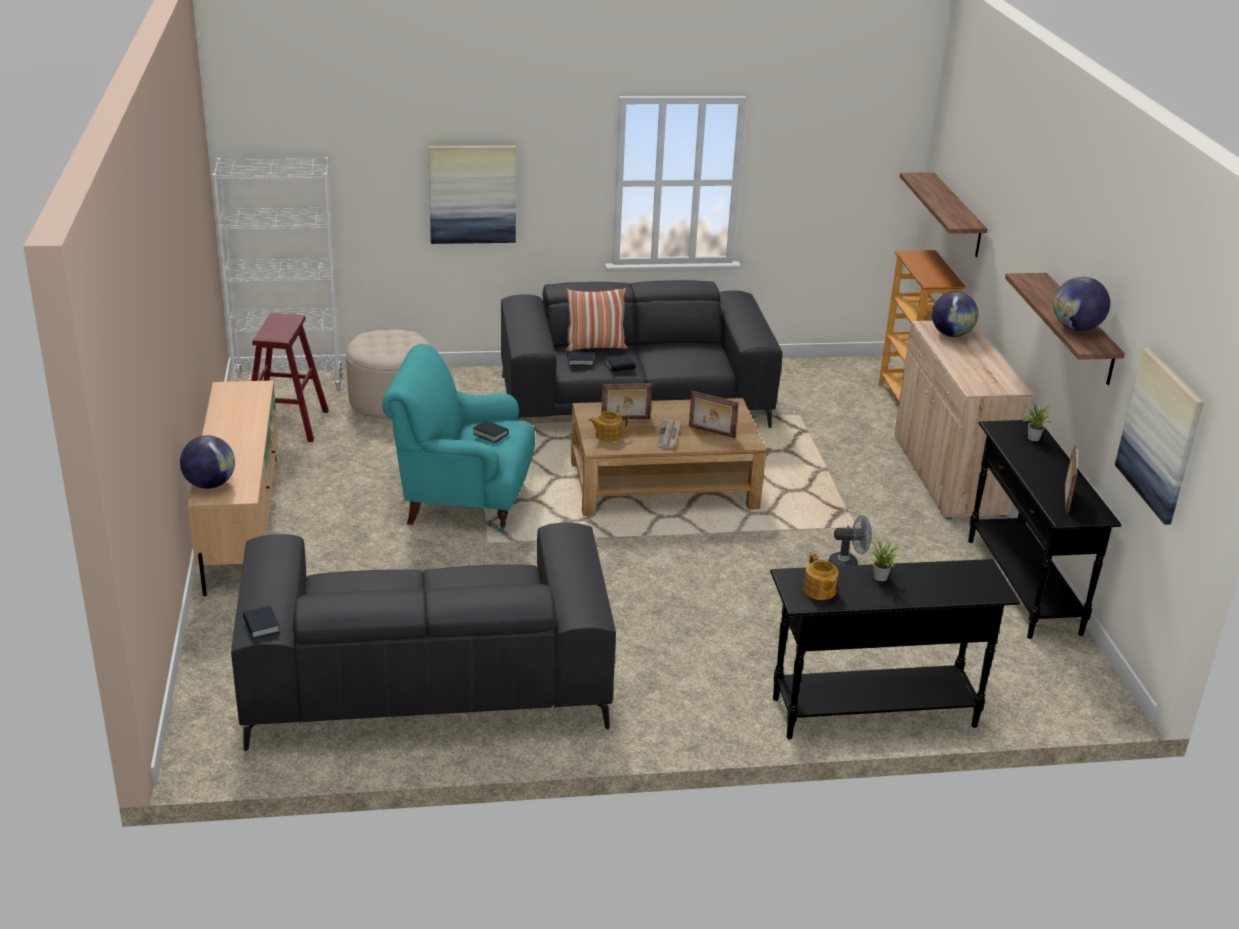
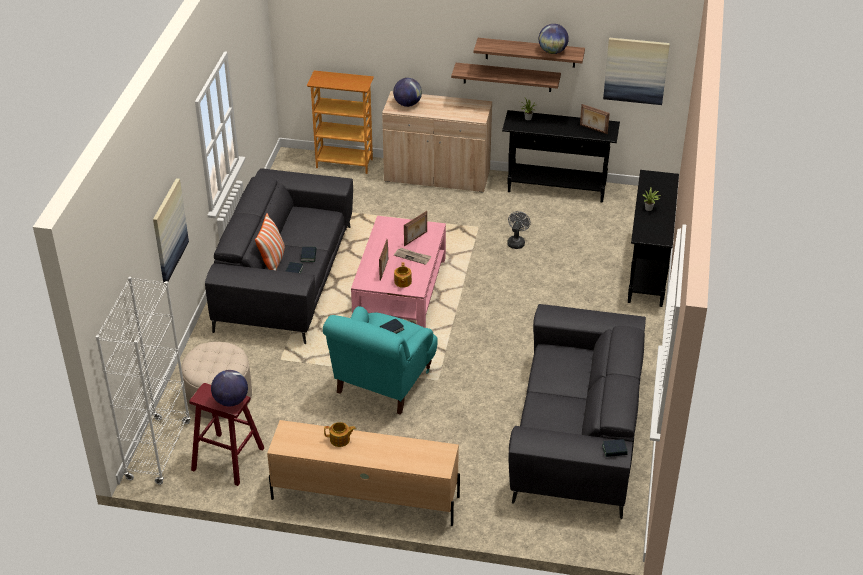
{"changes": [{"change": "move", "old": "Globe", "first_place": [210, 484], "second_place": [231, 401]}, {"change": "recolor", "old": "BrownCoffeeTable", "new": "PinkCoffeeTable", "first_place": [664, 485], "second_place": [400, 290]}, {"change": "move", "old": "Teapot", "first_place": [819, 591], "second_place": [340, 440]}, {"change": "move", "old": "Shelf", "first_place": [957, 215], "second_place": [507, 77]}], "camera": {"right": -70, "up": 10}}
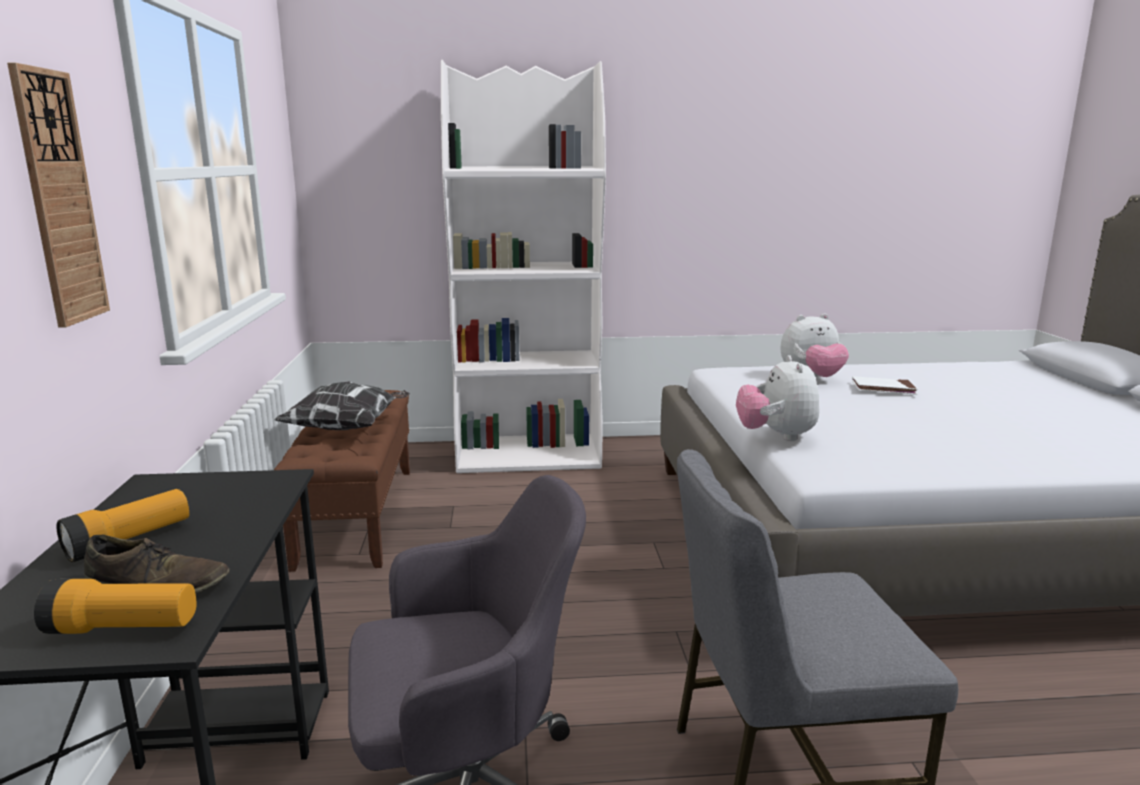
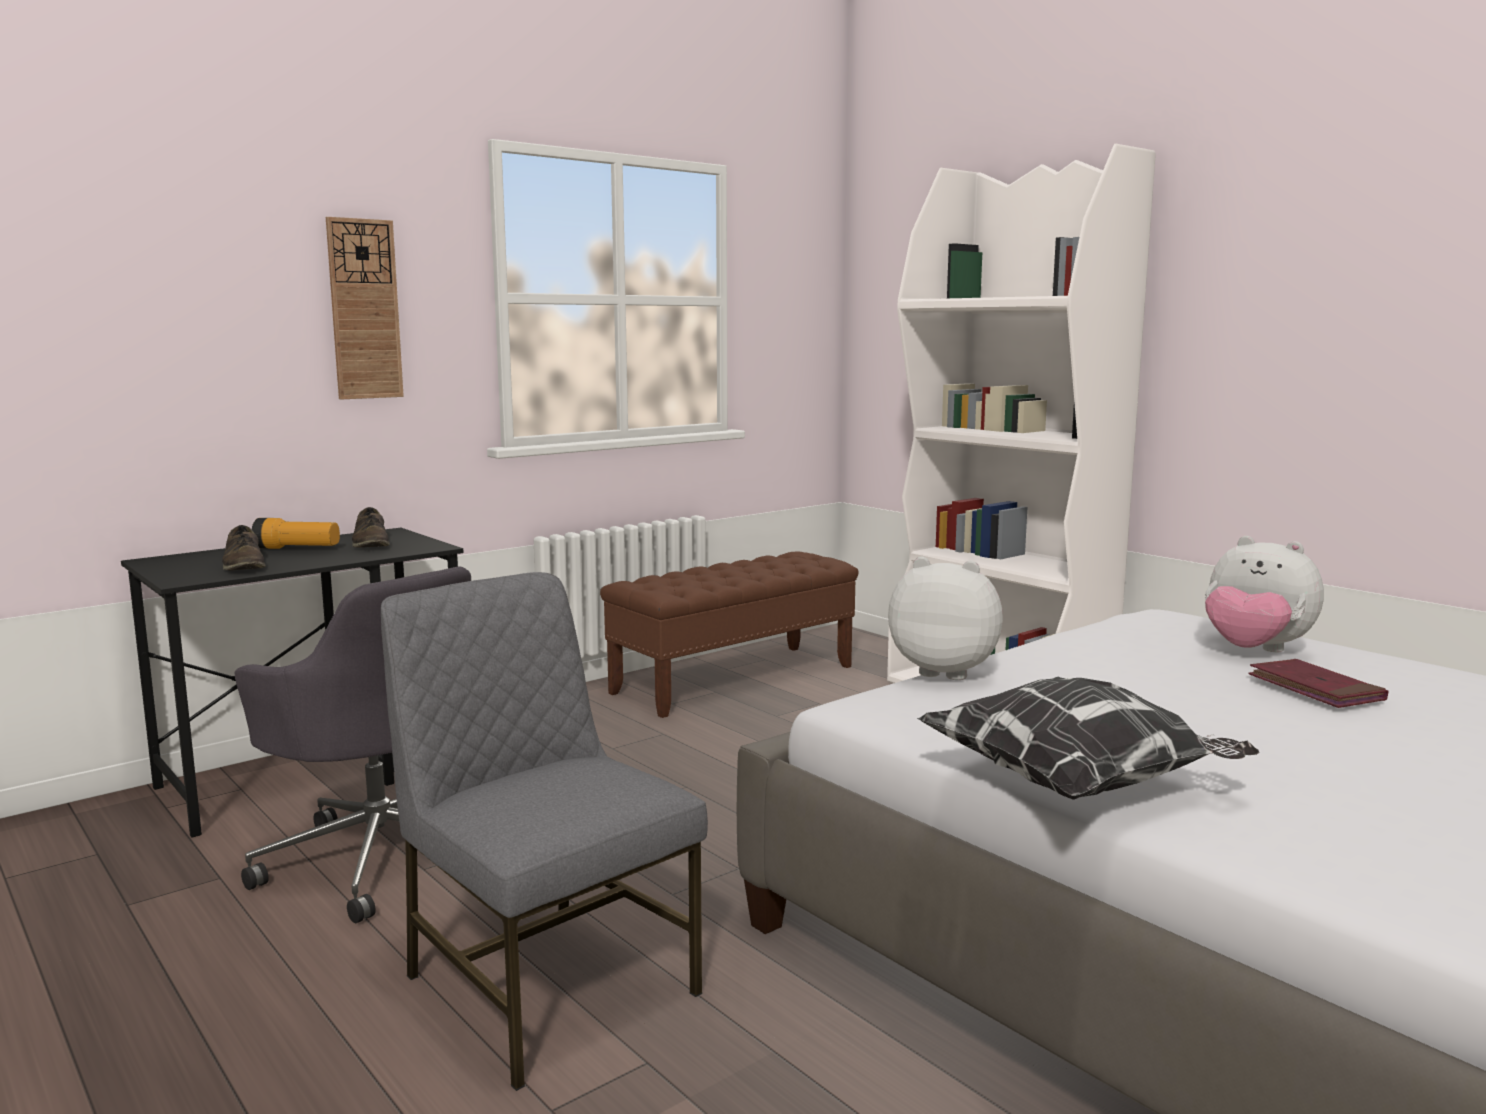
{"changes": [{"change": "delete", "old": "Flashlight", "first_place": [122, 628]}, {"change": "move", "old": "Pillow", "first_place": [348, 428], "second_place": [1079, 787]}, {"change": "rotate", "old": "PlushToy", "first_place": [776, 436], "second_place": [946, 671], "degrees": 60}, {"change": "recolor", "old": "WhiteBook", "new": "RedBook", "first_place": [883, 389], "second_place": [1315, 689]}, {"change": "insert", "new": "BrownShoe", "second_place": [371, 543]}], "camera": {"right": 55, "up": -5}}
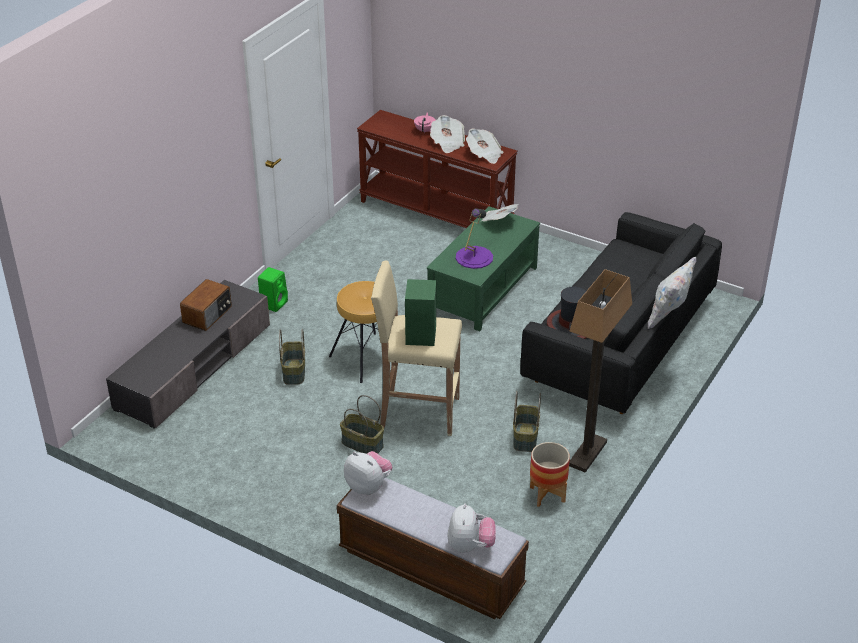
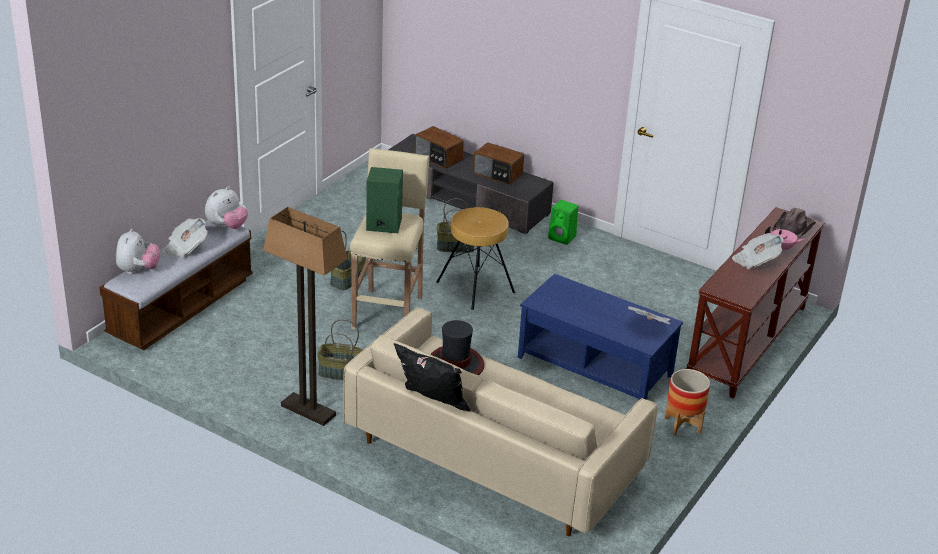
{"changes": [{"change": "recolor", "old": "GreenCoffeeTable", "new": "BlueCoffeeTable", "first_place": [484, 290], "second_place": [594, 366]}, {"change": "rotate", "old": "PlushToy", "first_place": [470, 546], "second_place": [138, 270], "degrees": -90}, {"change": "delete", "old": "PurpleTableLamp", "first_place": [474, 257]}, {"change": "move", "old": "Newspaper", "first_place": [484, 155], "second_place": [185, 248]}, {"change": "recolor", "old": "BlackSofa", "new": "BeigeSofa", "first_place": [618, 343], "second_place": [494, 456]}, {"change": "move", "old": "Planter", "first_place": [547, 494], "second_place": [682, 425]}, {"change": "recolor", "old": "WhitePillow", "new": "BlackPillow", "first_place": [669, 315], "second_place": [431, 406]}, {"change": "insert", "new": "Radio", "second_place": [438, 158]}, {"change": "insert", "new": "BrownHat", "second_place": [793, 228]}], "camera": {"right": 90, "up": -5}}
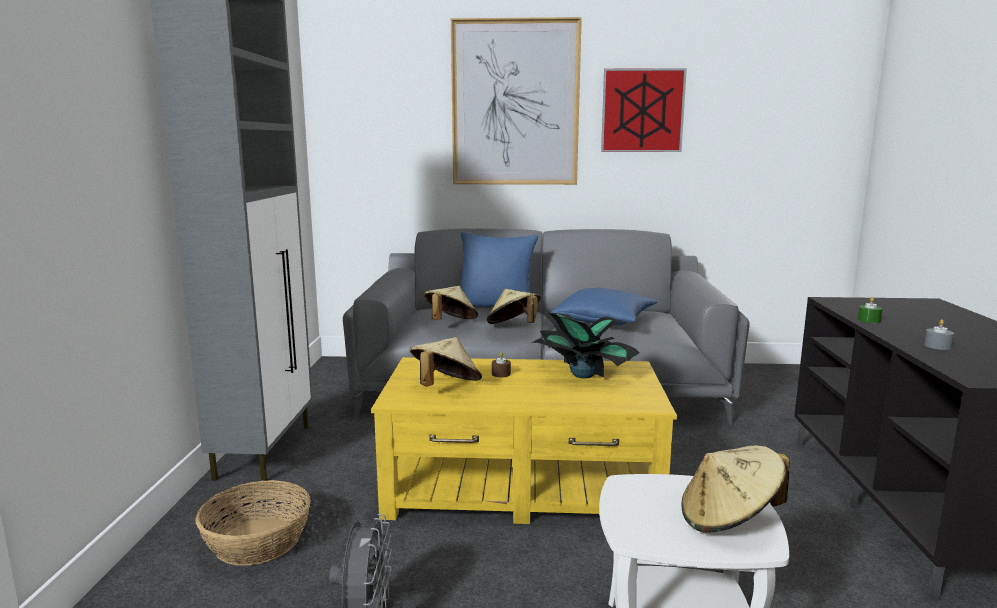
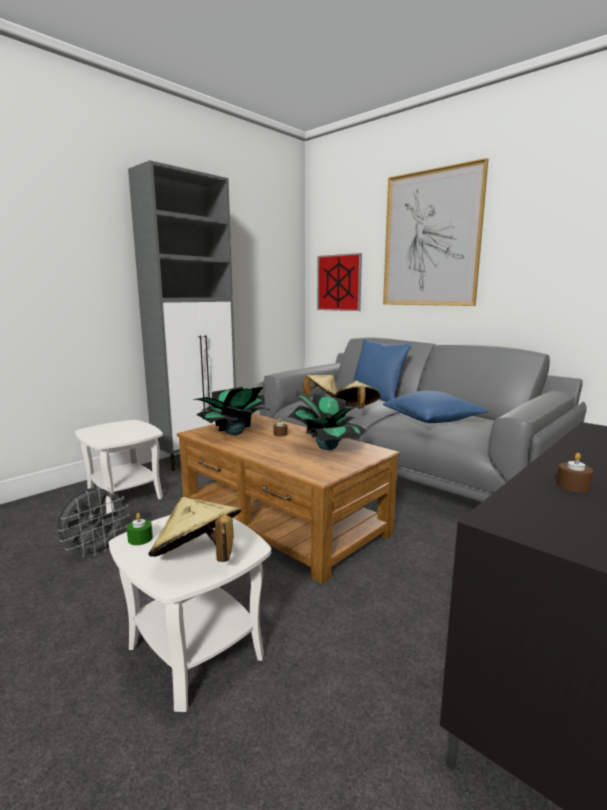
{"changes": [{"change": "replace", "old": "Basket", "new": "WhiteSideTable", "first_place": [258, 541], "second_place": [125, 495]}, {"change": "recolor", "old": "YellowCoffeeTable", "new": "BrownCoffeeTable", "first_place": [523, 486], "second_place": [282, 520]}, {"change": "replace", "old": "BeigeHat", "new": "PottedPlant", "first_place": [445, 387], "second_place": [233, 433]}, {"change": "move", "old": "Picture", "first_place": [642, 110], "second_place": [339, 282]}, {"change": "move", "old": "GreenCandle", "first_place": [869, 320], "second_place": [140, 539]}, {"change": "recolor", "old": "GreyCandle", "new": "BrownCandle", "first_place": [937, 346], "second_place": [573, 486]}], "camera": {"right": 40, "up": 0}}
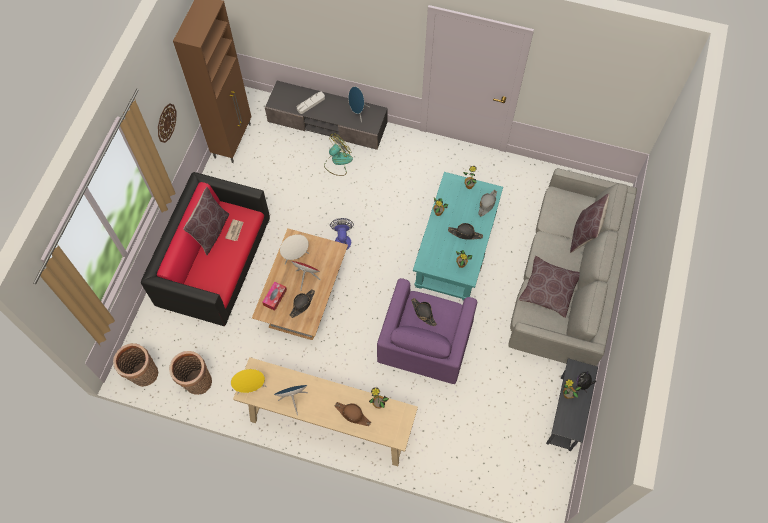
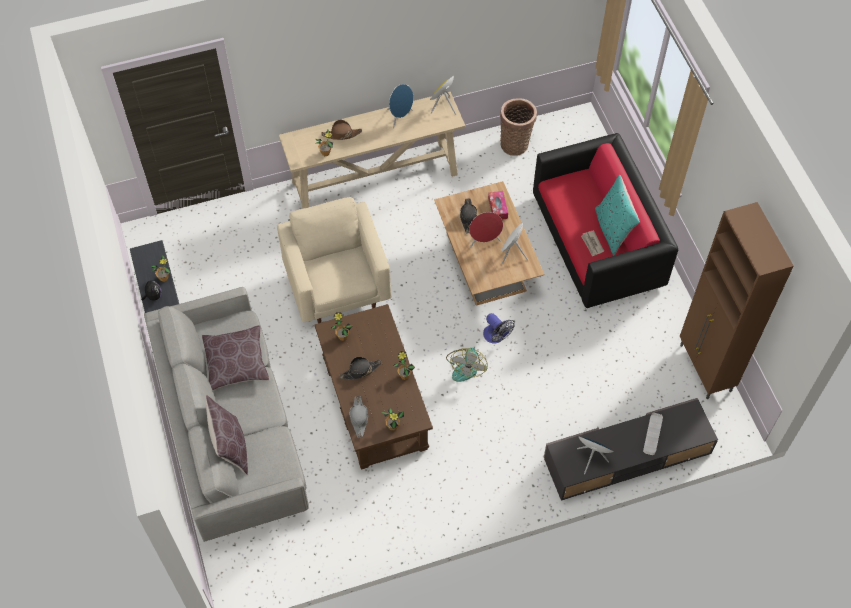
{"changes": [{"change": "delete", "old": "Basket", "first_place": [143, 375]}, {"change": "delete", "old": "WallClock", "first_place": [166, 123]}, {"change": "recolor", "old": "BrownPillow", "new": "TurquoisePillow", "first_place": [211, 232], "second_place": [613, 230]}, {"change": "move", "old": "Fan", "first_place": [338, 161], "second_place": [466, 366]}, {"change": "recolor", "old": "PurpleArmchair", "new": "BeigeArmchair", "first_place": [424, 346], "second_place": [337, 287]}, {"change": "delete", "old": "BlackHat", "first_place": [423, 313]}, {"change": "recolor", "old": "TurquoiseCoffeeTable", "new": "BrownCoffeeTable", "first_place": [455, 248], "second_place": [374, 399]}], "camera": {"right": 145, "up": -5}}
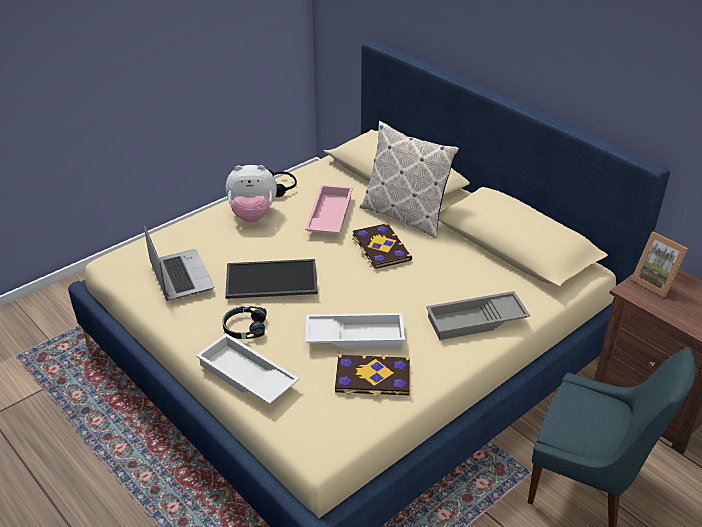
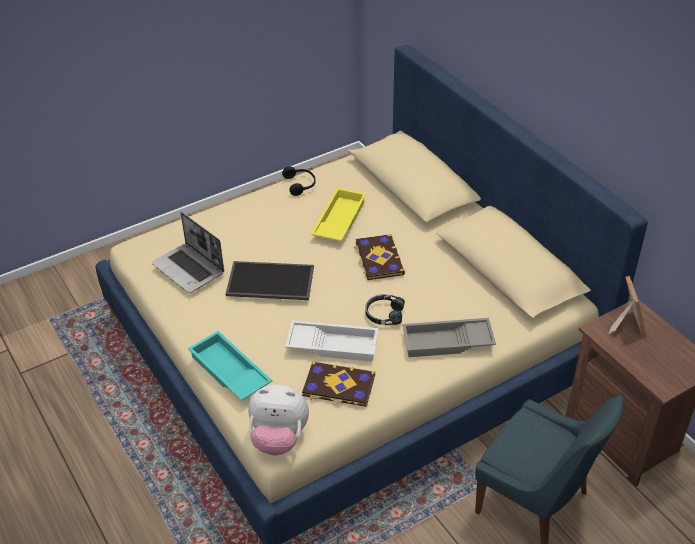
{"changes": [{"change": "rotate", "old": "Laptop", "first_place": [180, 276], "second_place": [189, 269], "degrees": 150}, {"change": "recolor", "old": "WhiteTray", "new": "TurquoiseTray", "first_place": [245, 377], "second_place": [228, 372]}, {"change": "move", "old": "BlackHeadphones", "first_place": [244, 327], "second_place": [384, 314]}, {"change": "move", "old": "PlushToy", "first_place": [252, 215], "second_place": [278, 438]}, {"change": "recolor", "old": "PinkTray", "new": "YellowTray", "first_place": [328, 216], "second_place": [338, 220]}, {"change": "delete", "old": "Pillow", "first_place": [405, 216]}, {"change": "rotate", "old": "PictureFrame", "first_place": [655, 282], "second_place": [626, 324], "degrees": -150}], "camera": {"right": 10, "up": 5}}
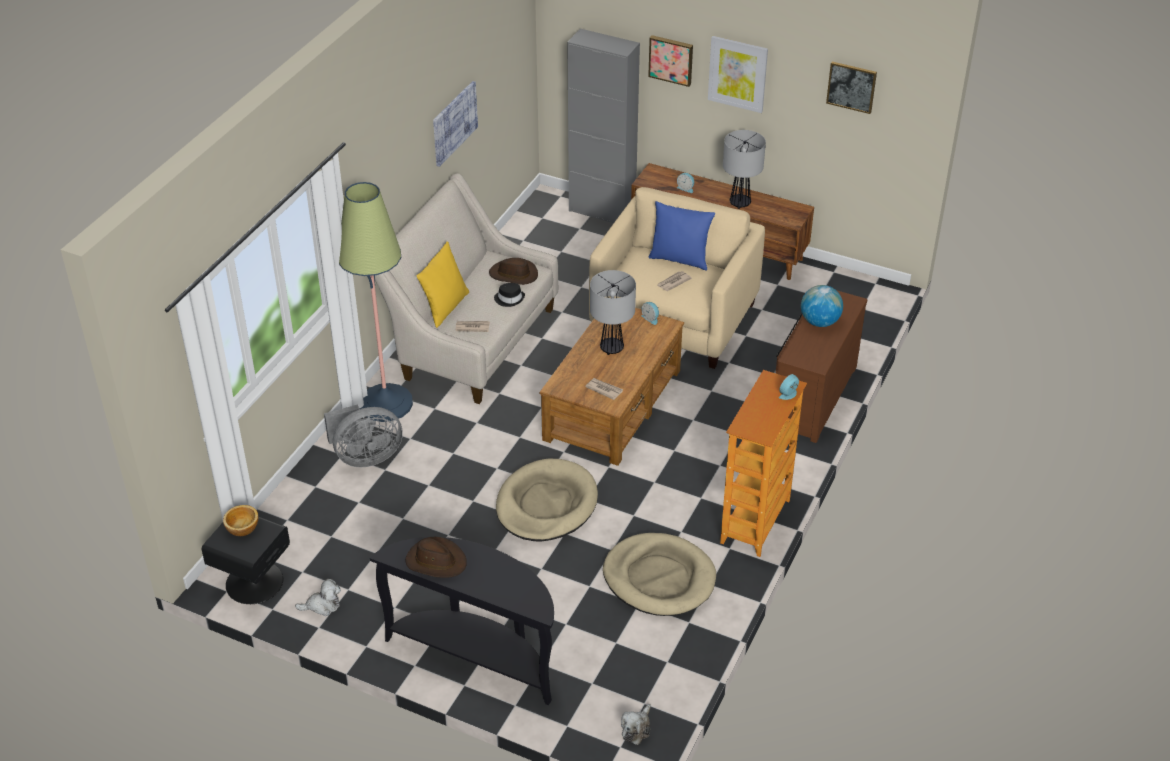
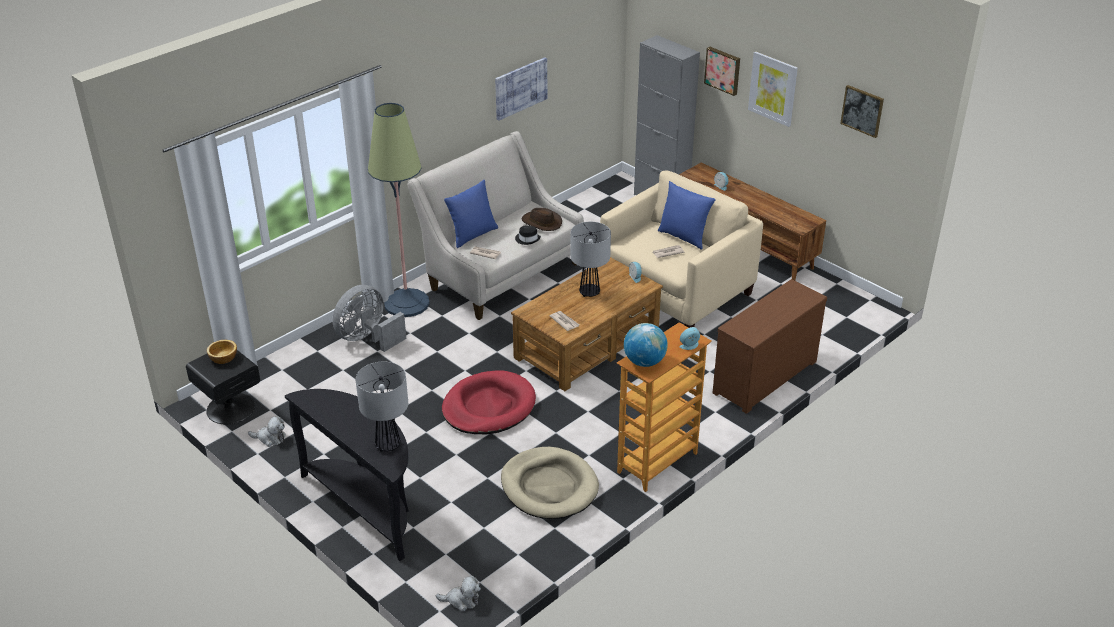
{"changes": [{"change": "rotate", "old": "GreyFan", "first_place": [365, 457], "second_place": [368, 338], "degrees": 135}, {"change": "delete", "old": "BrownHat", "first_place": [436, 561]}, {"change": "recolor", "old": "YellowPillow", "new": "BluePillow", "first_place": [445, 307], "second_place": [472, 235]}, {"change": "recolor", "old": "BeigeDogBed", "new": "RedDogBed", "first_place": [546, 504], "second_place": [488, 407]}, {"change": "rotate", "old": "PlushToy", "first_place": [636, 728], "second_place": [461, 600], "degrees": -135}, {"change": "move", "old": "TableLamp", "first_place": [740, 203], "second_place": [388, 445]}, {"change": "move", "old": "Globe", "first_place": [819, 322], "second_place": [644, 361]}], "camera": {"right": 20, "up": -5}}
